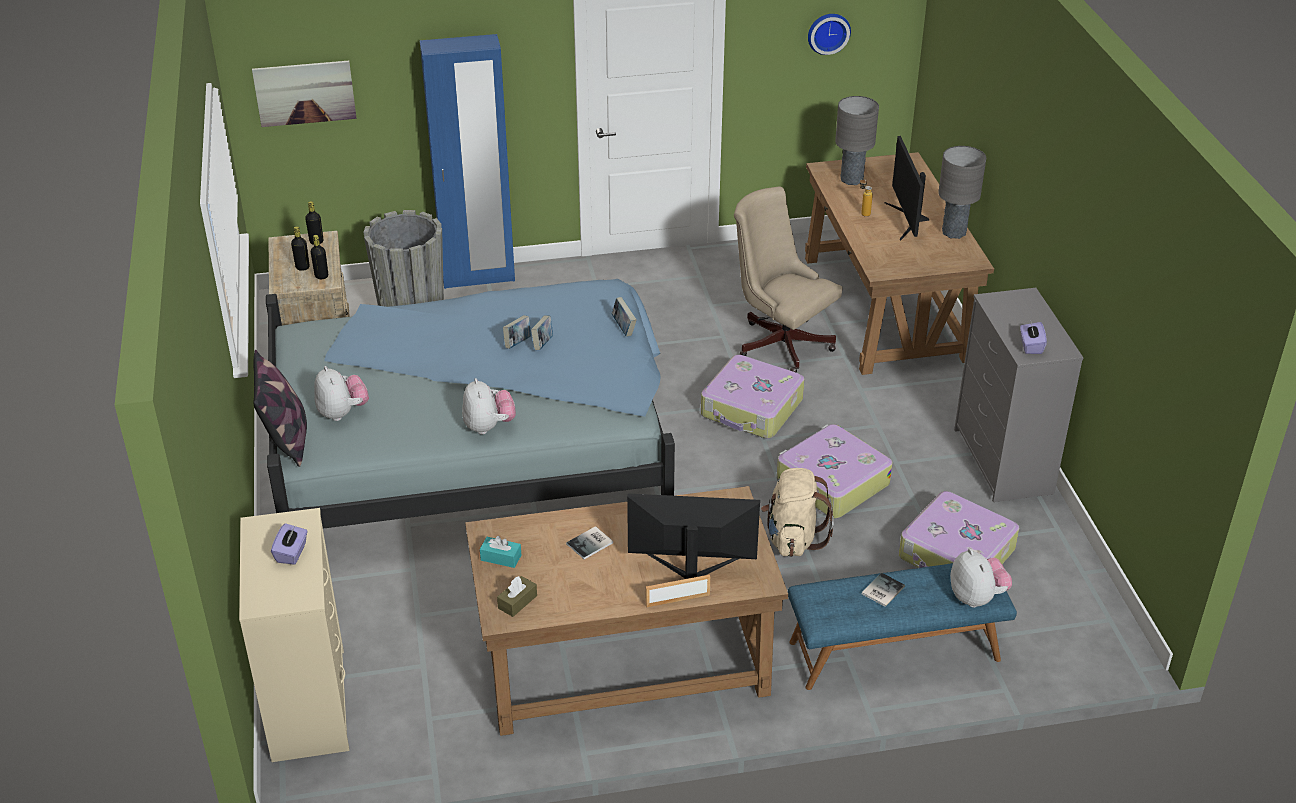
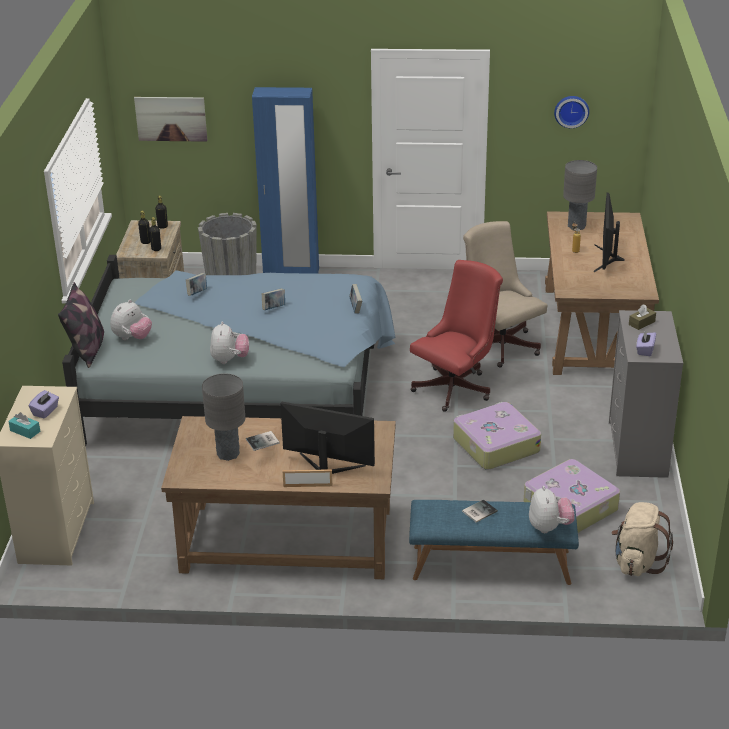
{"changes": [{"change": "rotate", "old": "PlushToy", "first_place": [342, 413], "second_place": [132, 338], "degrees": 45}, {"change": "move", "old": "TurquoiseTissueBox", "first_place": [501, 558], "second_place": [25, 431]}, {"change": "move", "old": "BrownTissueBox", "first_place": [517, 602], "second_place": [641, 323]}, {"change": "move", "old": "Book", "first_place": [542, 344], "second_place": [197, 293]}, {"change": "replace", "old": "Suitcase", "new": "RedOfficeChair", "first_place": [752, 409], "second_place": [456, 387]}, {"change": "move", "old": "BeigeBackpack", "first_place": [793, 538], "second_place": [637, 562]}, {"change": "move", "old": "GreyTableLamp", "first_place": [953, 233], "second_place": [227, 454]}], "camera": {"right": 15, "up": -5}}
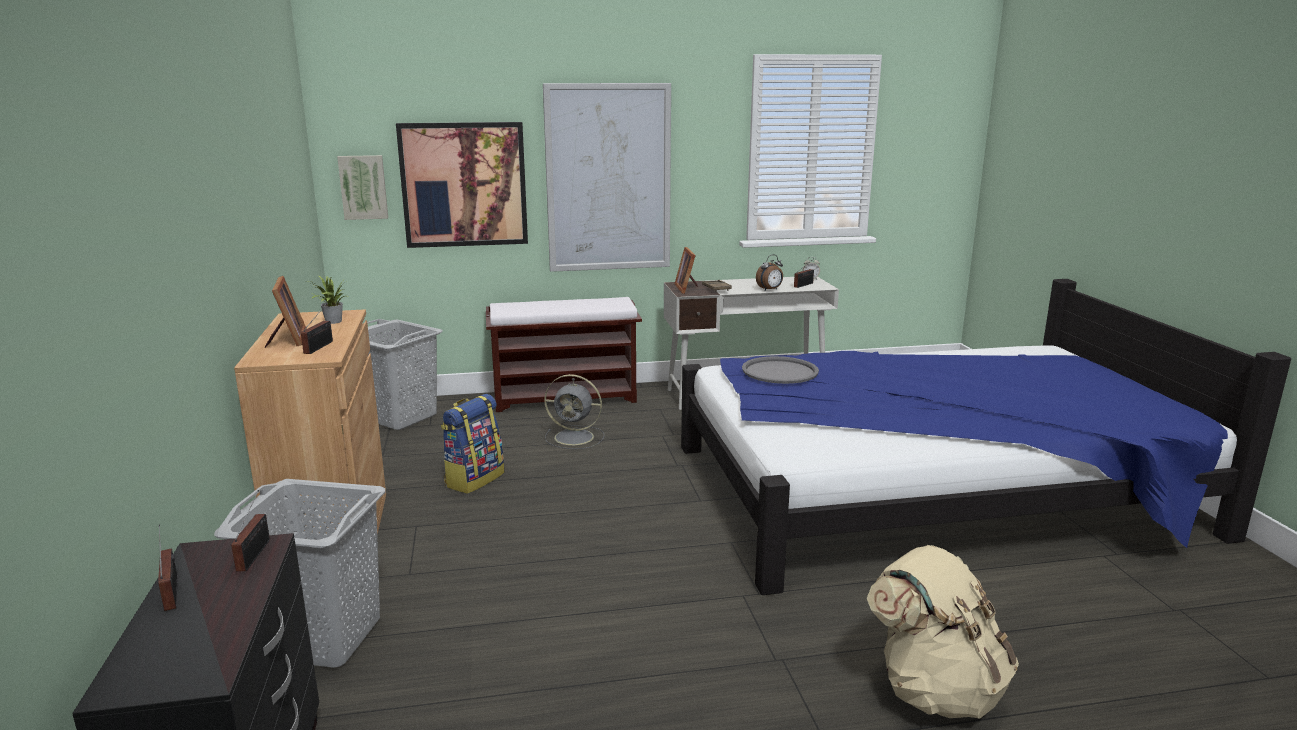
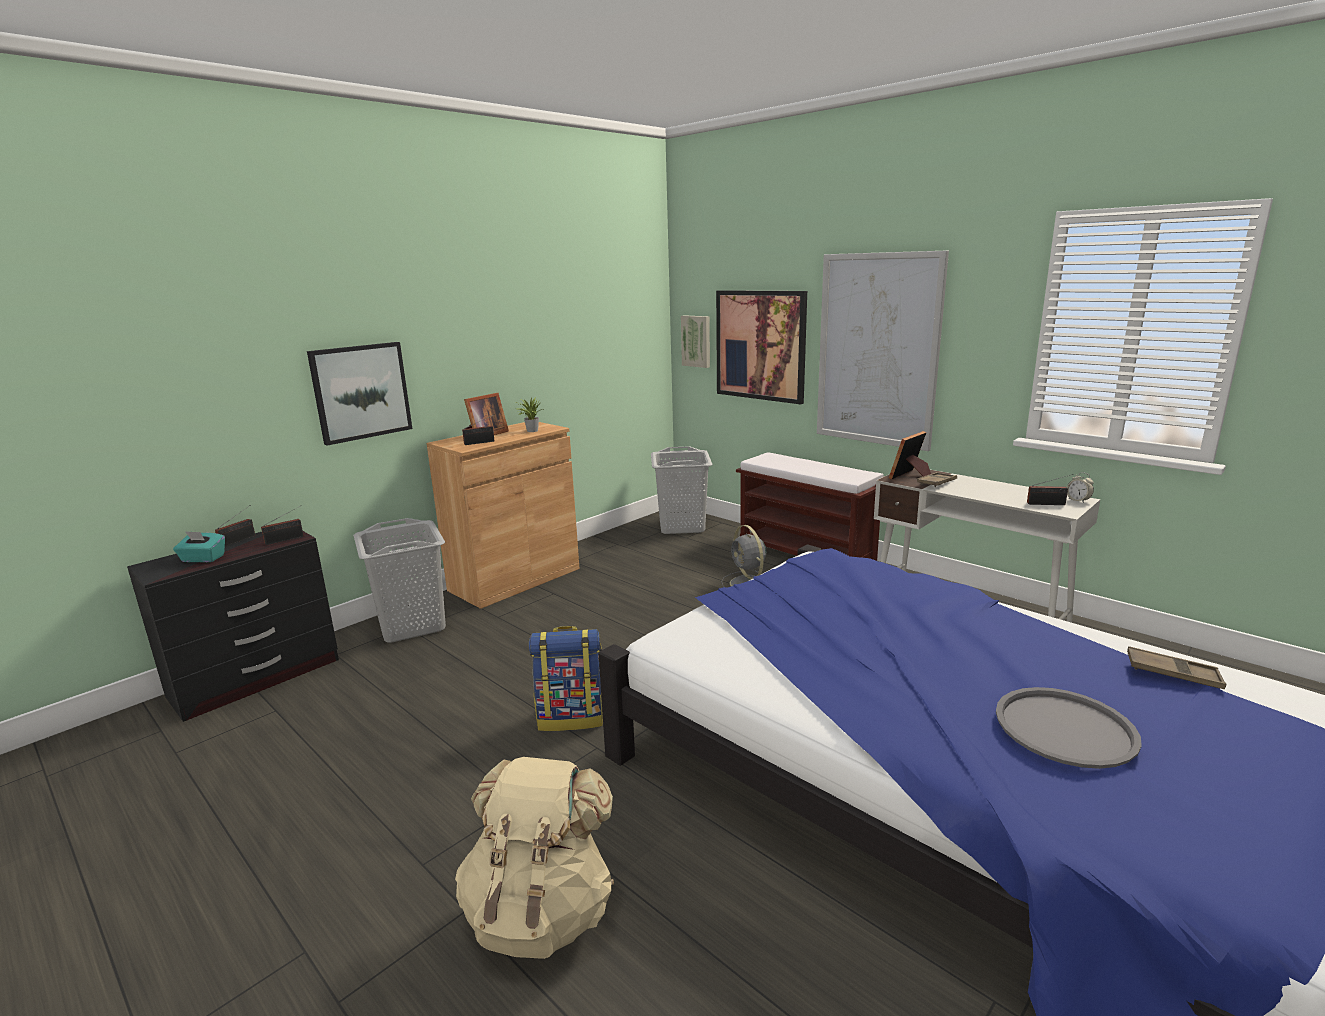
{"changes": [{"change": "move", "old": "Backpack", "first_place": [474, 479], "second_place": [572, 717]}, {"change": "move", "old": "GreyTray", "first_place": [779, 371], "second_place": [1064, 728]}, {"change": "delete", "old": "AlarmClock", "first_place": [770, 289]}, {"change": "insert", "new": "TurquoiseTissueBox", "second_place": [203, 559]}, {"change": "insert", "new": "Picture", "second_place": [361, 392]}, {"change": "insert", "new": "BrownTray", "second_place": [1173, 673]}], "camera": {"right": 55, "up": 0}}
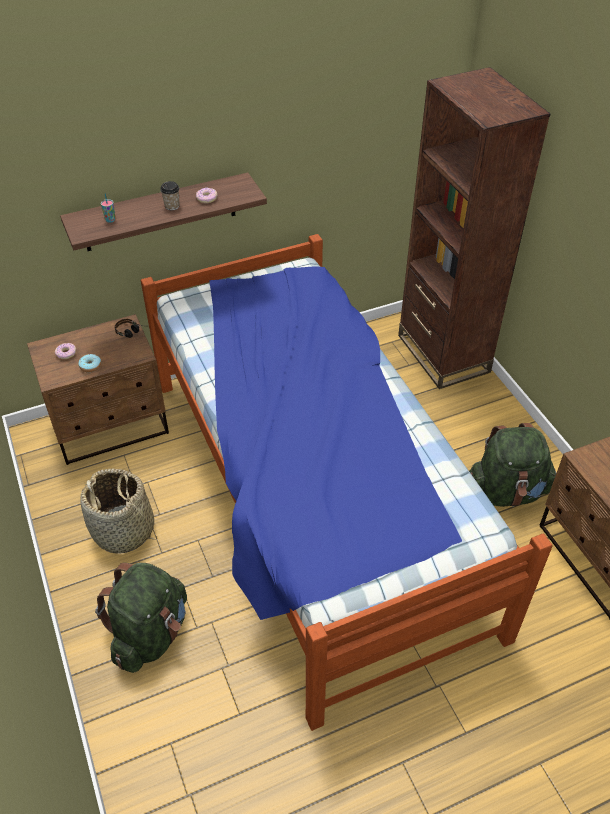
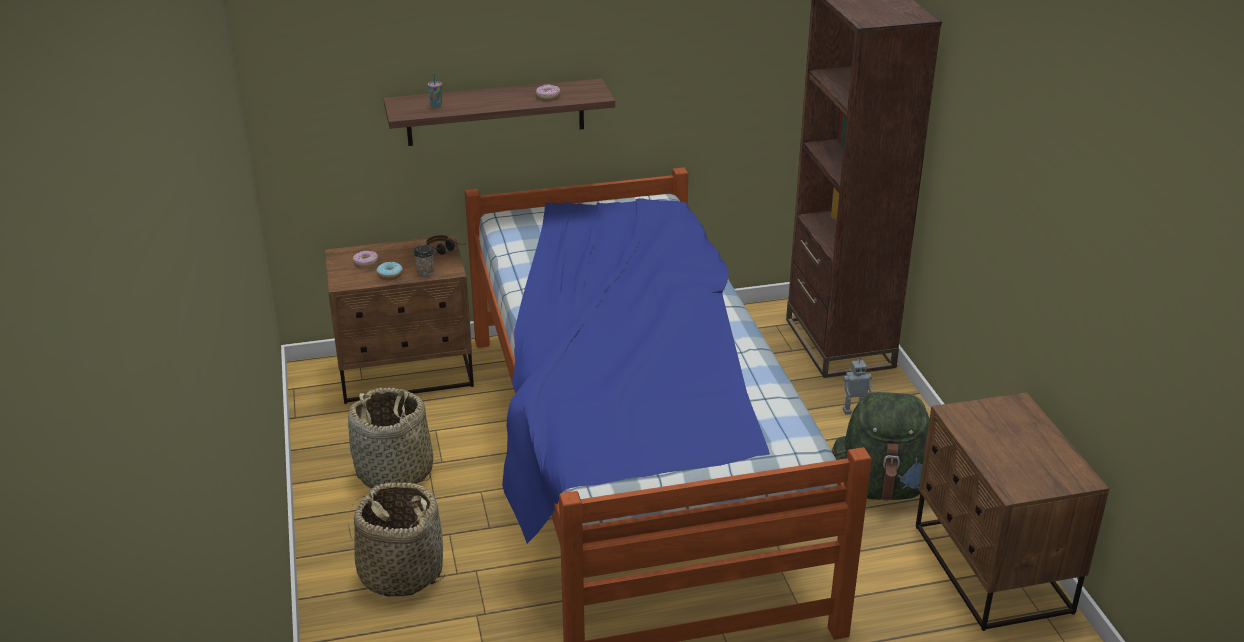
{"changes": [{"change": "replace", "old": "GreenBackpack", "new": "Basket", "first_place": [150, 633], "second_place": [400, 572]}, {"change": "move", "old": "Cup", "first_place": [172, 206], "second_place": [425, 272]}, {"change": "insert", "new": "ToyRobot", "second_place": [853, 410]}], "camera": {"right": 10, "up": -15}}
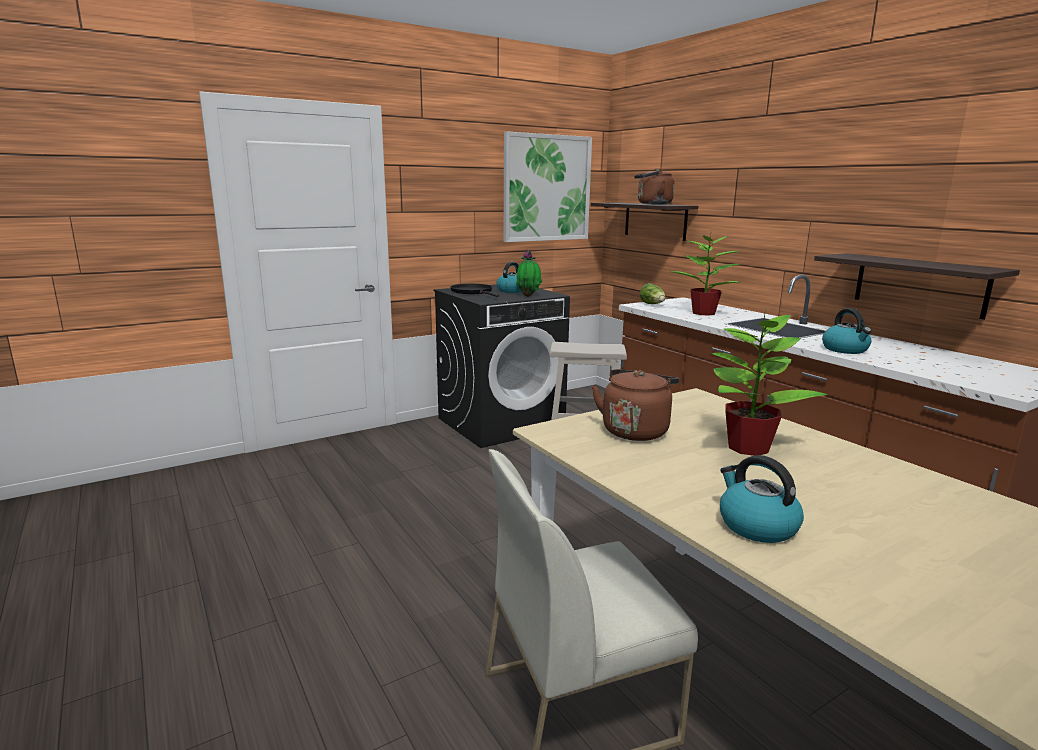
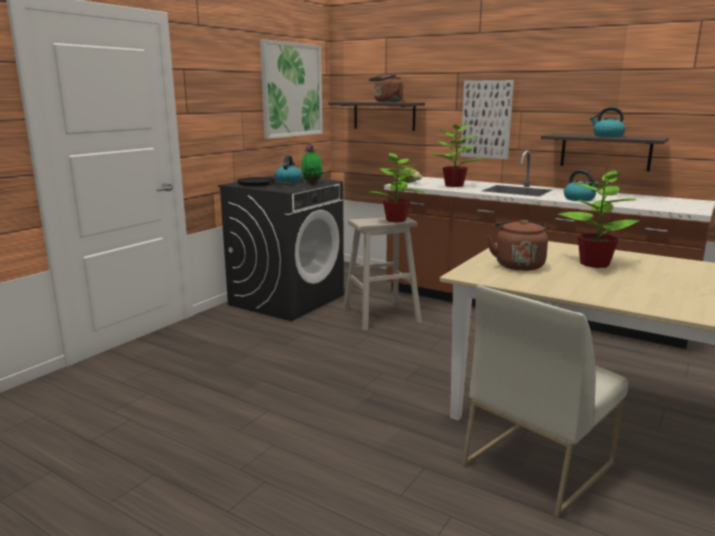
{"changes": [{"change": "move", "old": "Kettle", "first_place": [756, 526], "second_place": [607, 136]}, {"change": "insert", "new": "PottedPlant", "second_place": [396, 220]}, {"change": "insert", "new": "Picture", "second_place": [486, 119]}], "camera": {"right": -25, "up": 0}}
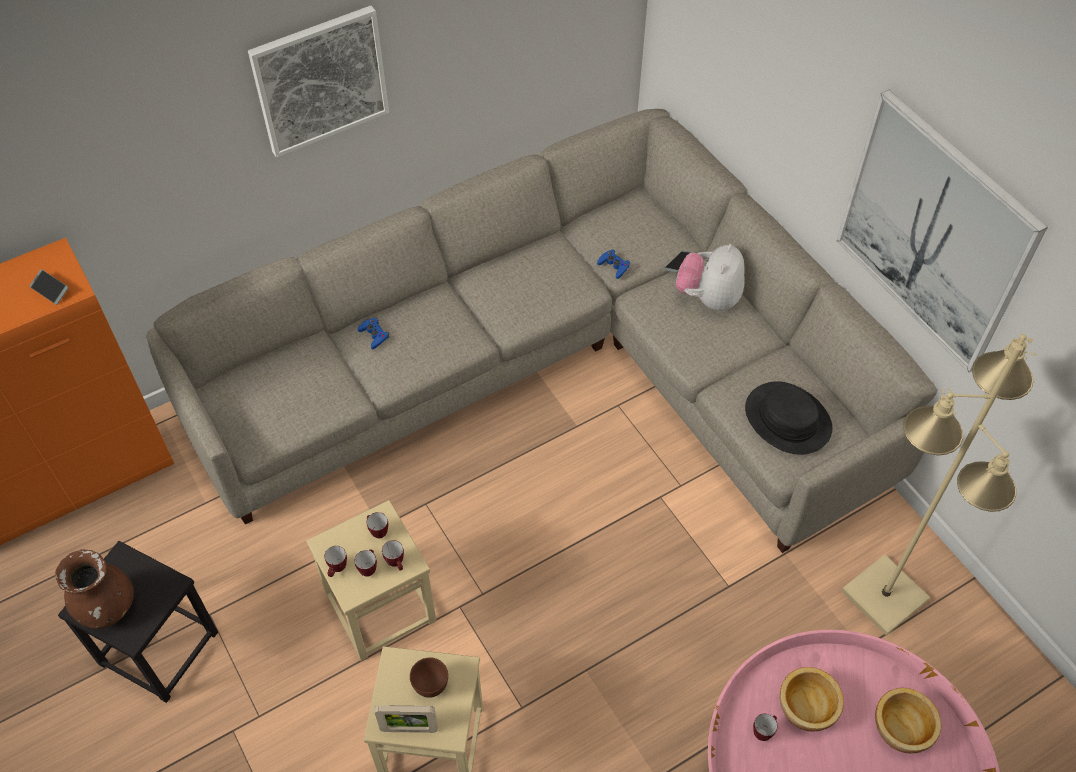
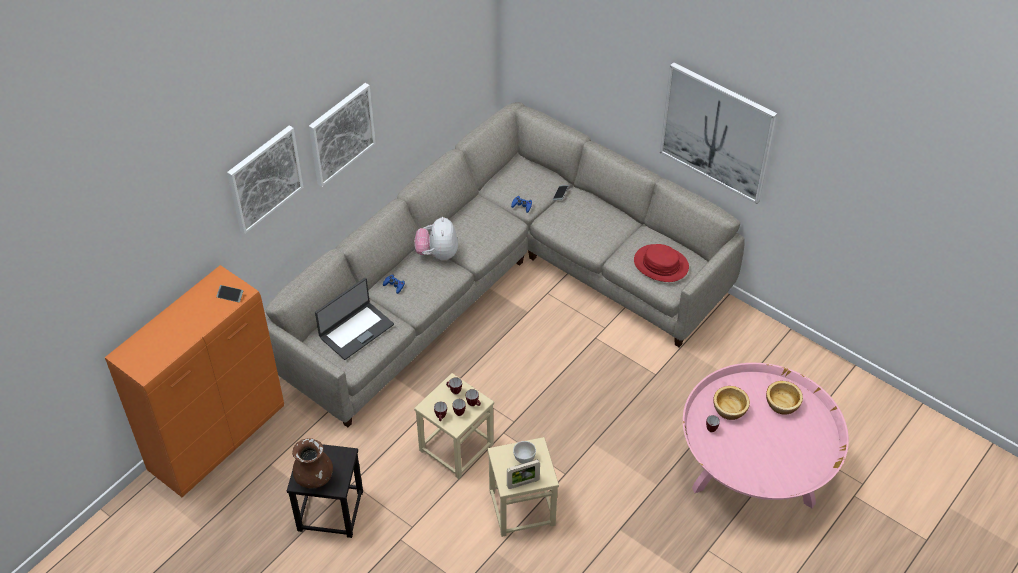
{"changes": [{"change": "recolor", "old": "BrownBowl", "new": "WhiteBowl", "first_place": [430, 685], "second_place": [524, 459]}, {"change": "move", "old": "PlushToy", "first_place": [708, 298], "second_place": [437, 254]}, {"change": "recolor", "old": "BlackHat", "new": "RedHat", "first_place": [787, 419], "second_place": [661, 264]}, {"change": "delete", "old": "BeigeFloorLamp", "first_place": [886, 595]}, {"change": "insert", "new": "Picture", "second_place": [264, 178]}, {"change": "insert", "new": "Laptop", "second_place": [356, 330]}], "camera": {"right": -20, "up": -5}}
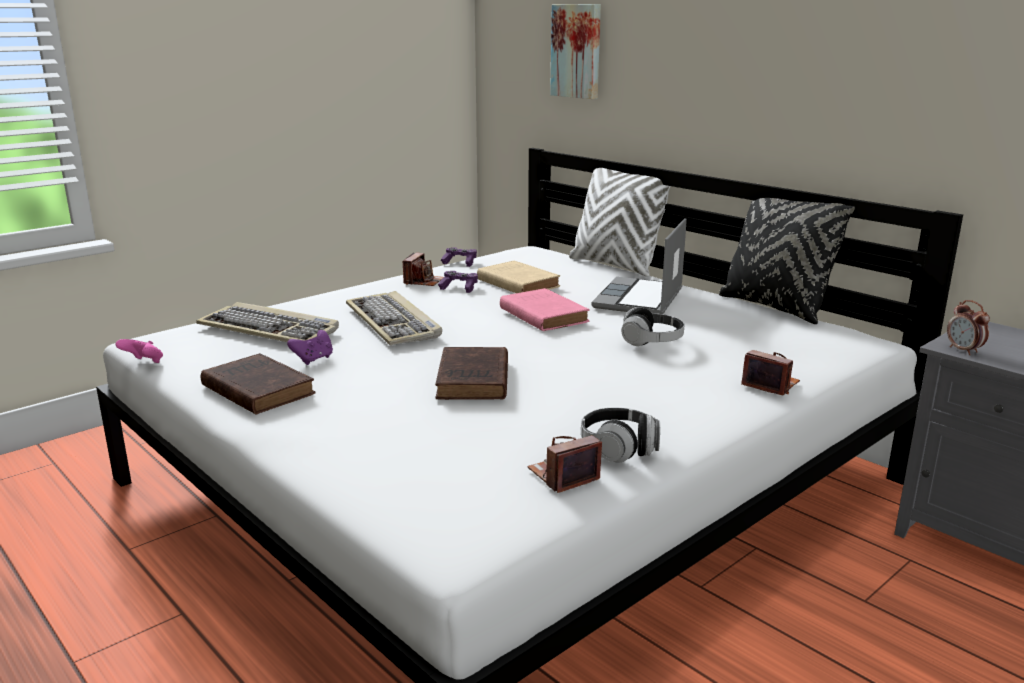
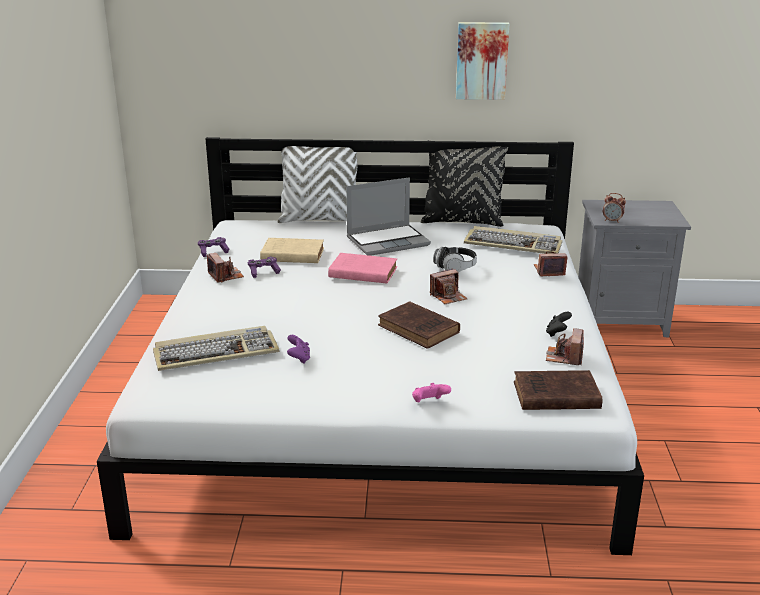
{"changes": [{"change": "move", "old": "PinkGameController", "first_place": [144, 363], "second_place": [429, 403]}, {"change": "move", "old": "BrownBook", "first_place": [256, 389], "second_place": [553, 395]}, {"change": "move", "old": "Keyboard", "first_place": [394, 322], "second_place": [514, 244]}, {"change": "move", "old": "Picture", "first_place": [577, 51], "second_place": [481, 60]}, {"change": "replace", "old": "Headphones", "new": "BlackGameController", "first_place": [619, 448], "second_place": [557, 333]}, {"change": "rotate", "old": "Laptop", "first_place": [639, 299], "second_place": [388, 241], "degrees": -90}, {"change": "insert", "new": "PhotoCamera", "second_place": [448, 296]}], "camera": {"right": -45, "up": 5}}
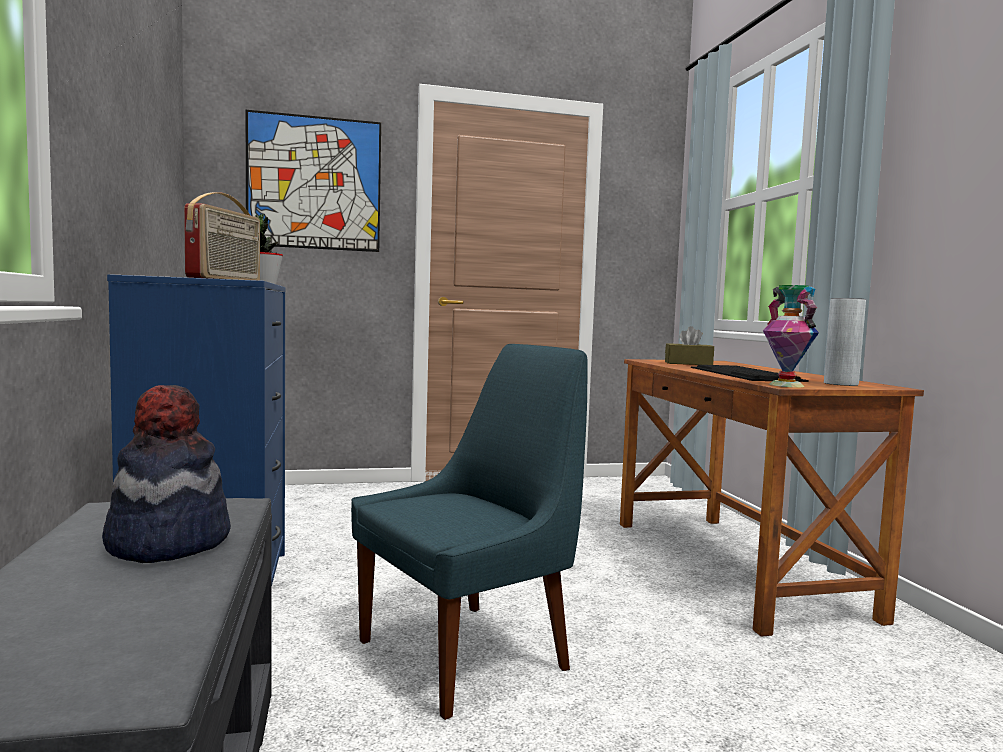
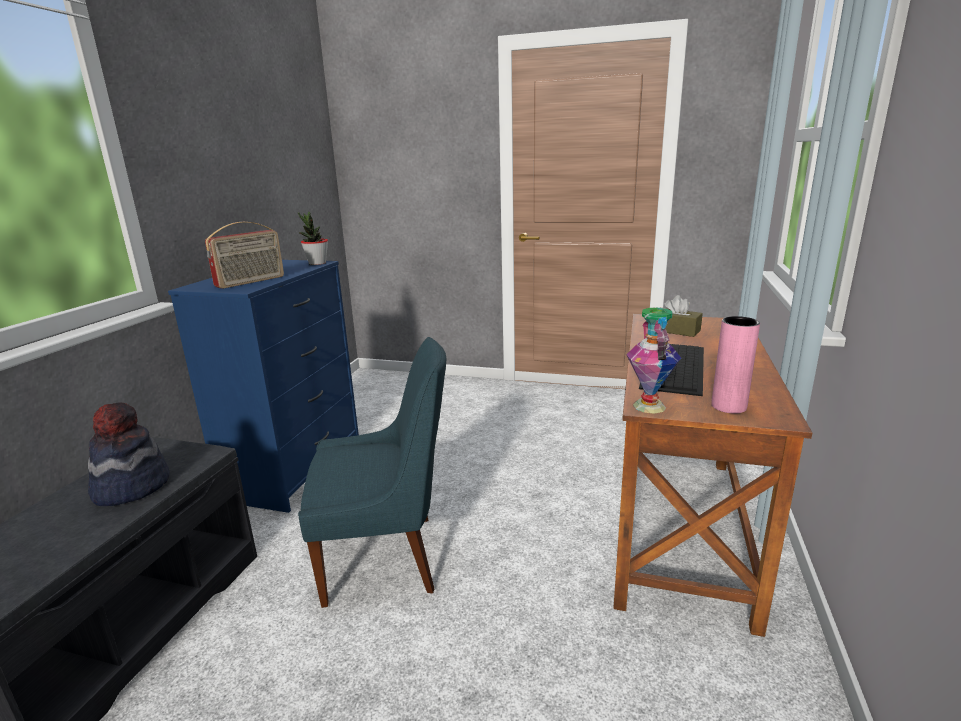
{"changes": [{"change": "delete", "old": "Picture", "first_place": [314, 183]}, {"change": "recolor", "old": "GreyVase", "new": "PinkVase", "first_place": [840, 384], "second_place": [728, 406]}], "camera": {"right": 30, "up": 15}}
